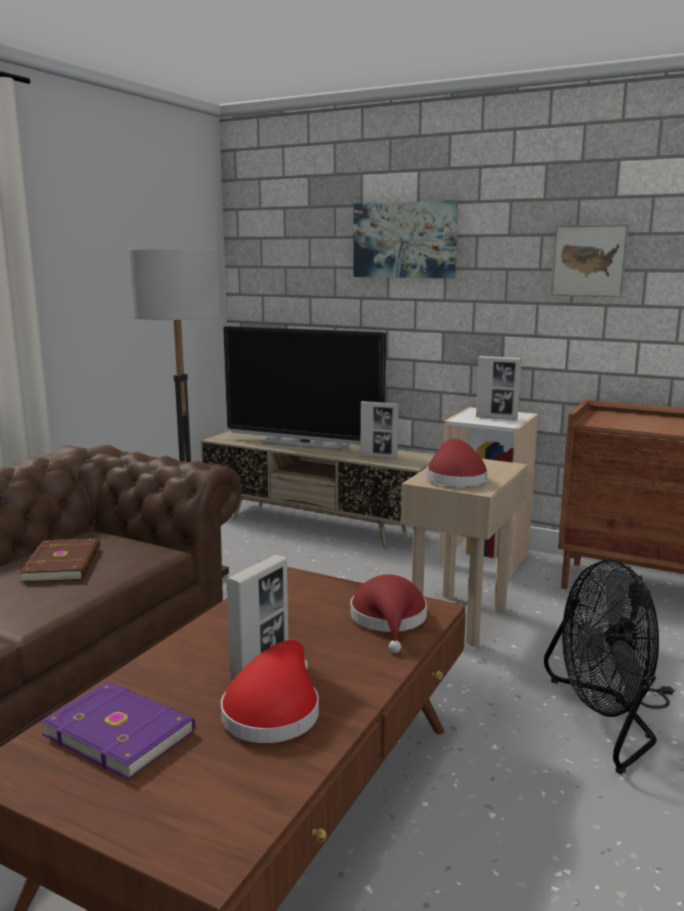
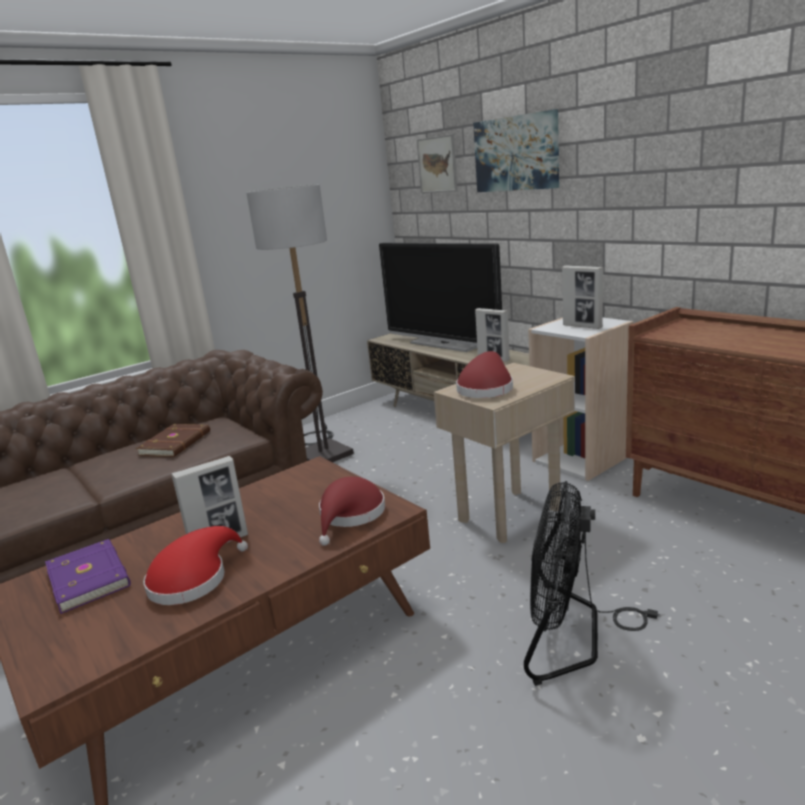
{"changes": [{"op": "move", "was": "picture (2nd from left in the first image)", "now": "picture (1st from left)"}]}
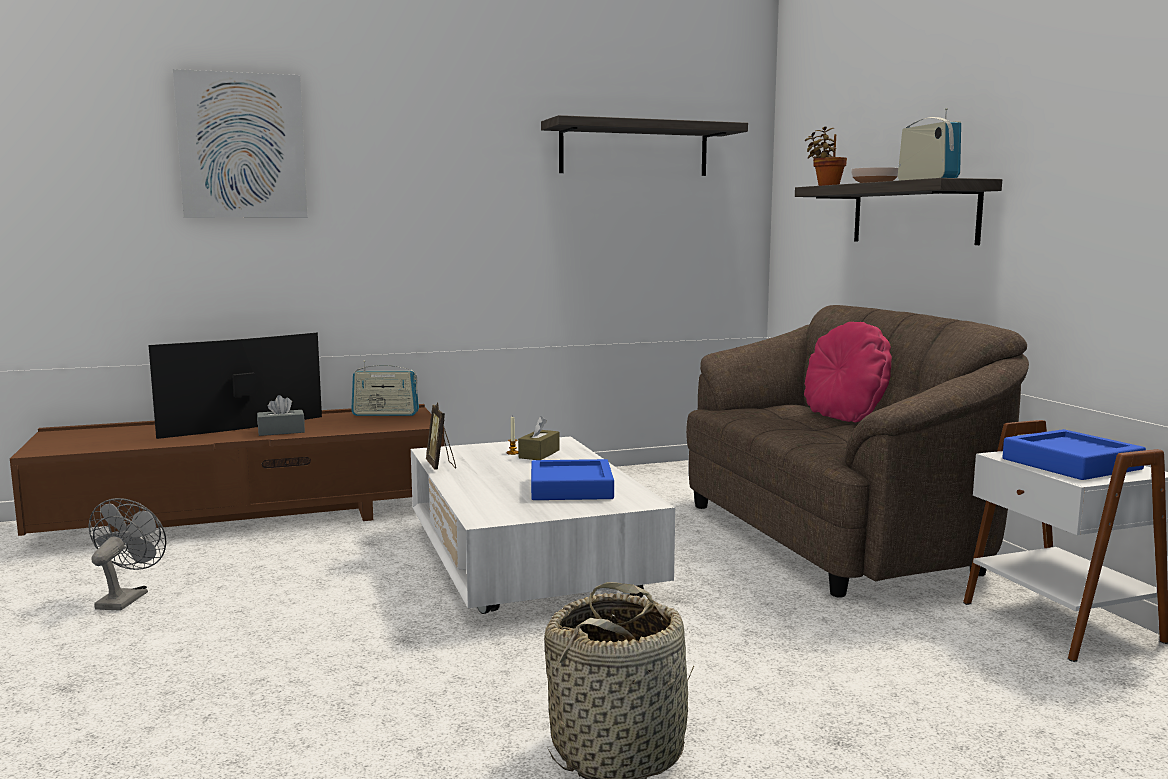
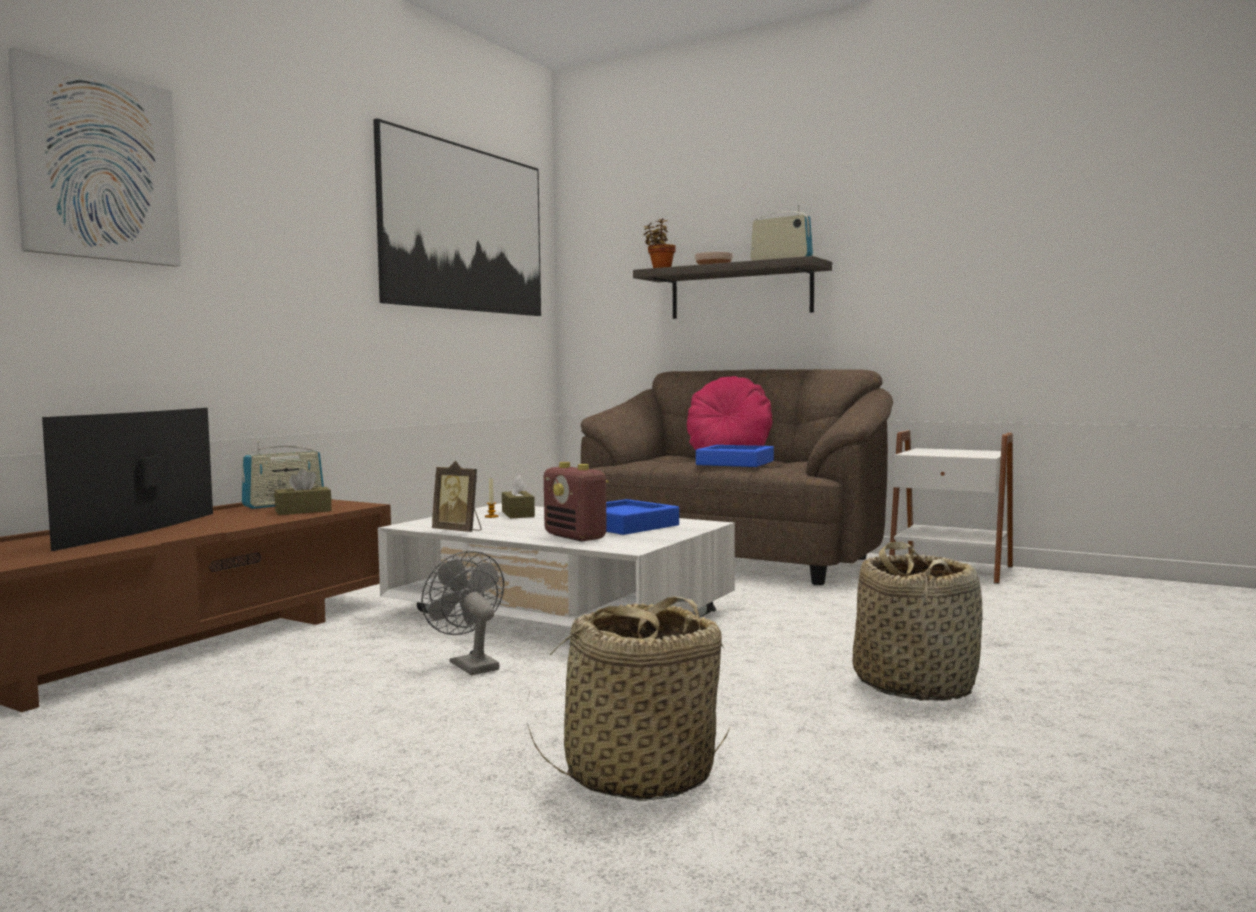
{"changes": [{"op": "move", "was": "grey fan"}, {"op": "delete", "was": "grey tissue box"}, {"op": "replace", "was": "shelf (1st from left)", "now": "picture (2nd from left)"}, {"op": "move", "was": "blue tray (2nd from left)"}, {"op": "insert", "now": "brown tissue box (1st from left)"}, {"op": "insert", "now": "basket (1st from left)"}, {"op": "insert", "now": "radio (2nd from left)"}]}
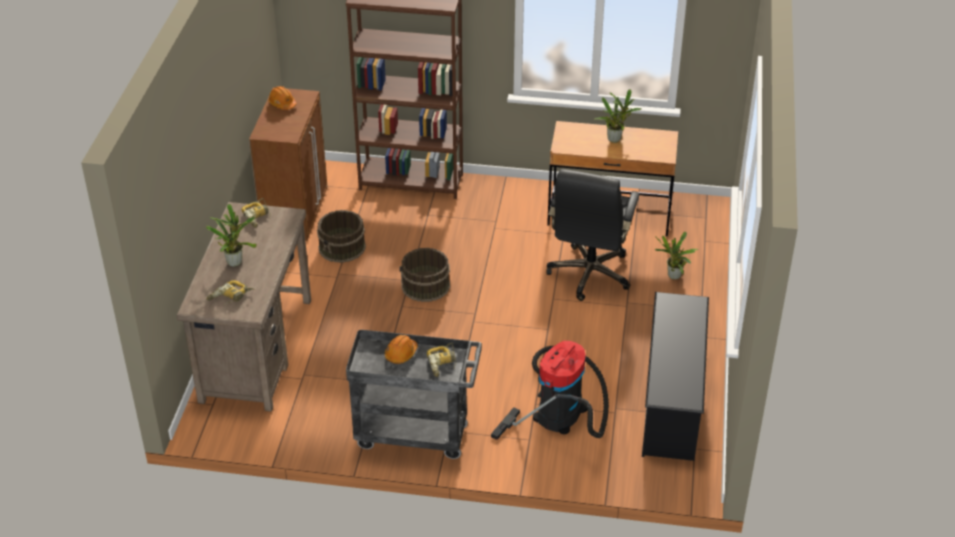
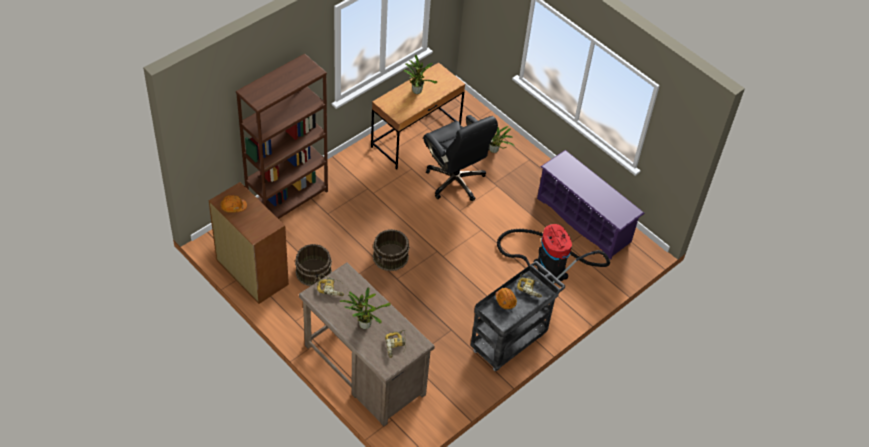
{"changes": [{"op": "recolor", "was": "black shoe rack", "now": "purple shoe rack"}]}
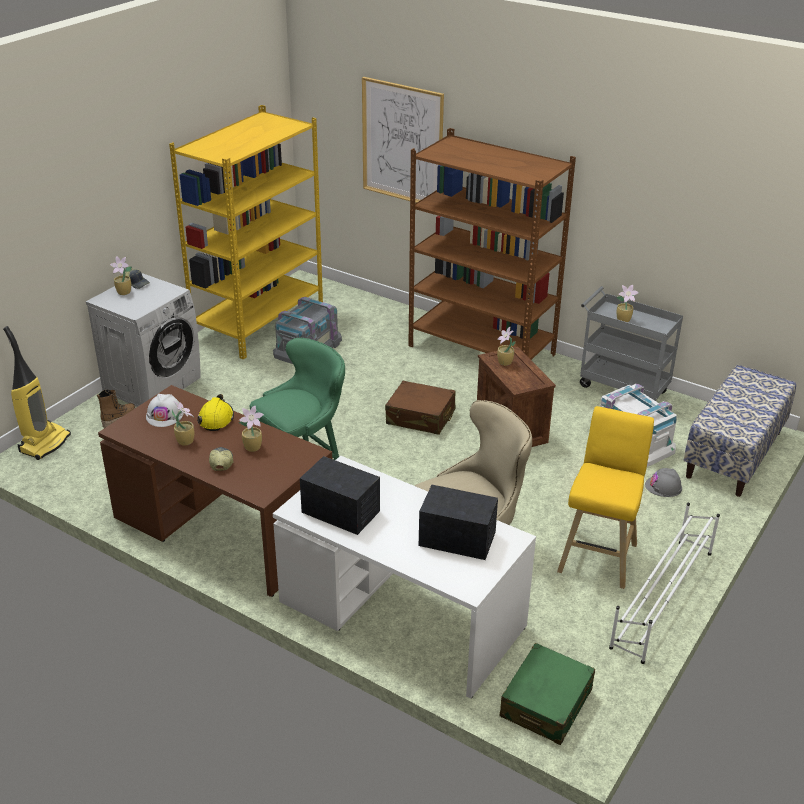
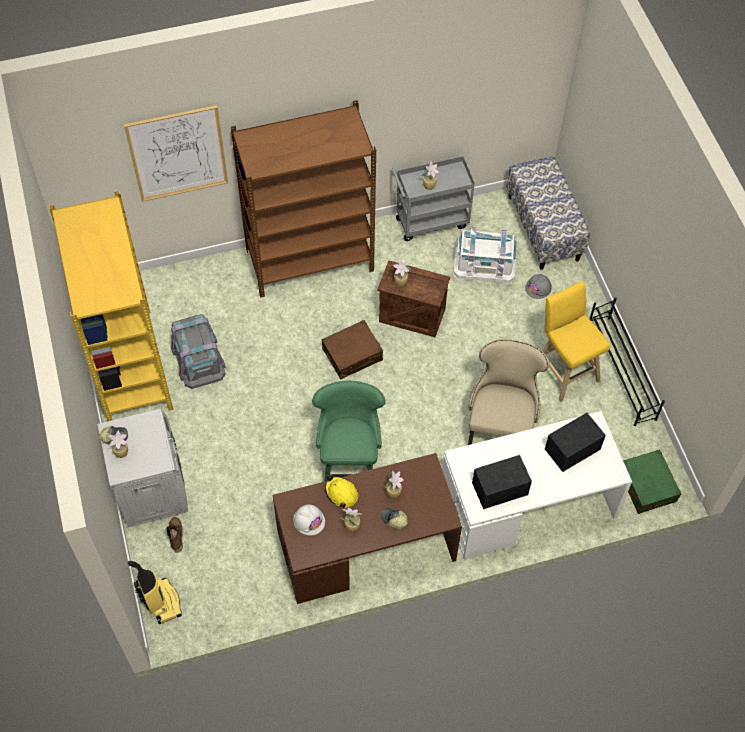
{"changes": [{"op": "recolor", "was": "white shoe rack", "now": "black shoe rack"}]}
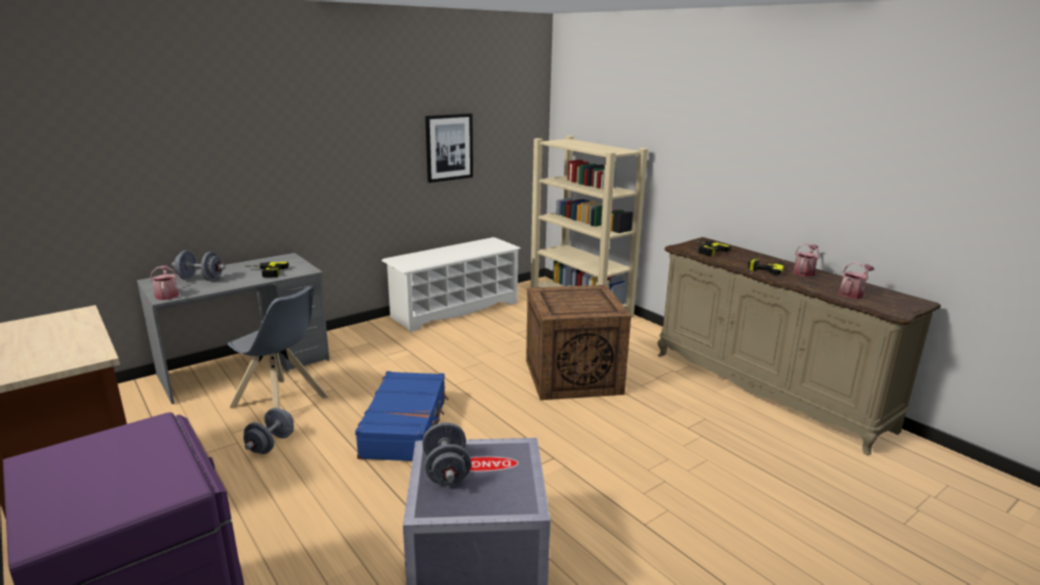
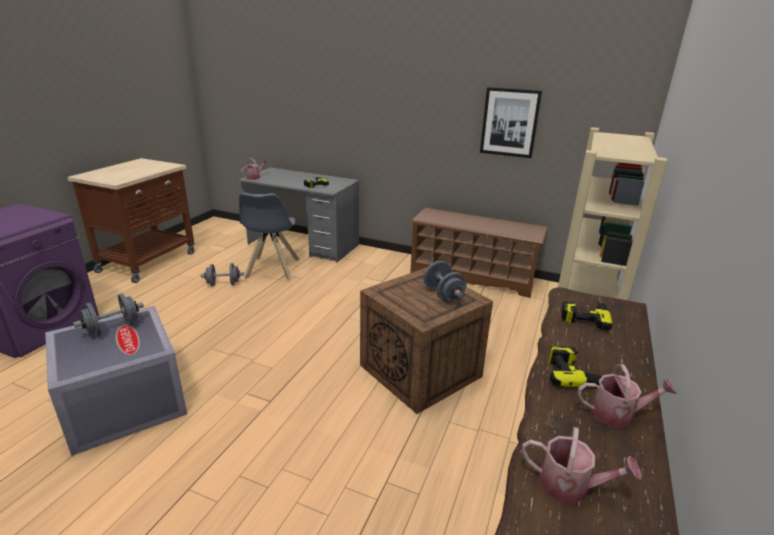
{"changes": [{"op": "move", "was": "grey dumbbell (1st from left in the first image)", "now": "grey dumbbell (3rd from left)"}, {"op": "delete", "was": "blue suitcase"}, {"op": "recolor", "was": "white shoe rack", "now": "brown shoe rack"}]}
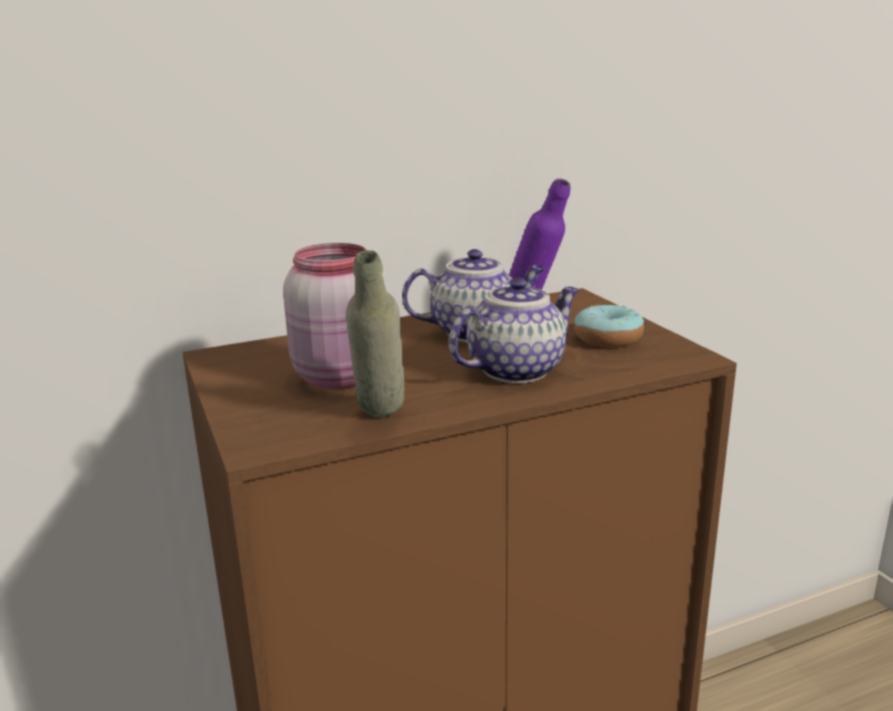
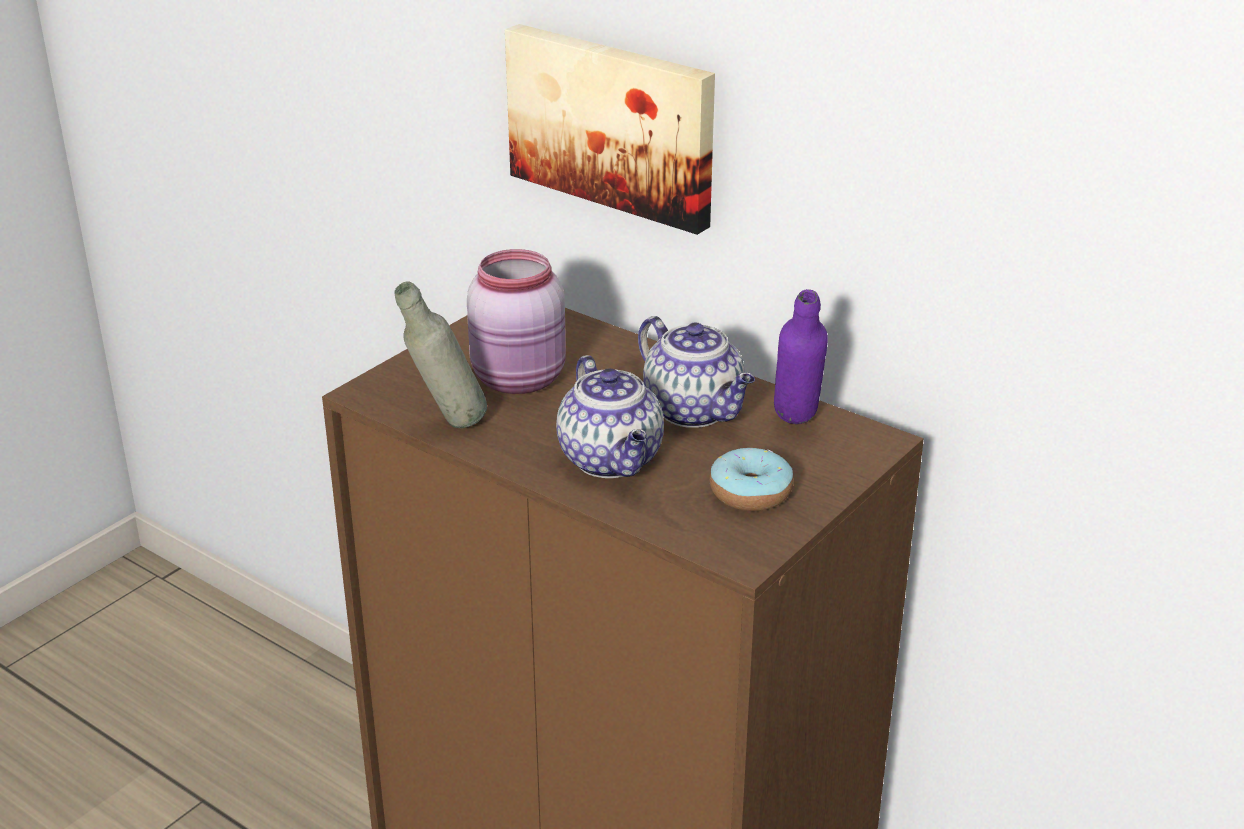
{"changes": [{"op": "rotate", "was": "teapot (2nd from left in the first image)", "clockwise": 45}, {"op": "insert", "now": "picture"}]}
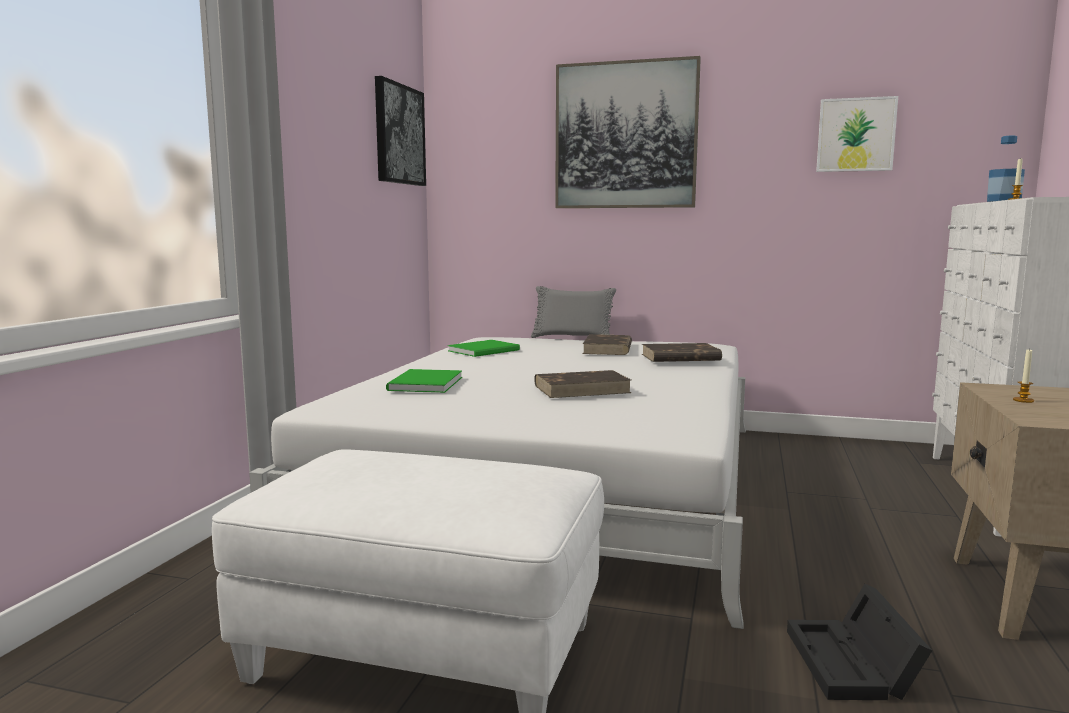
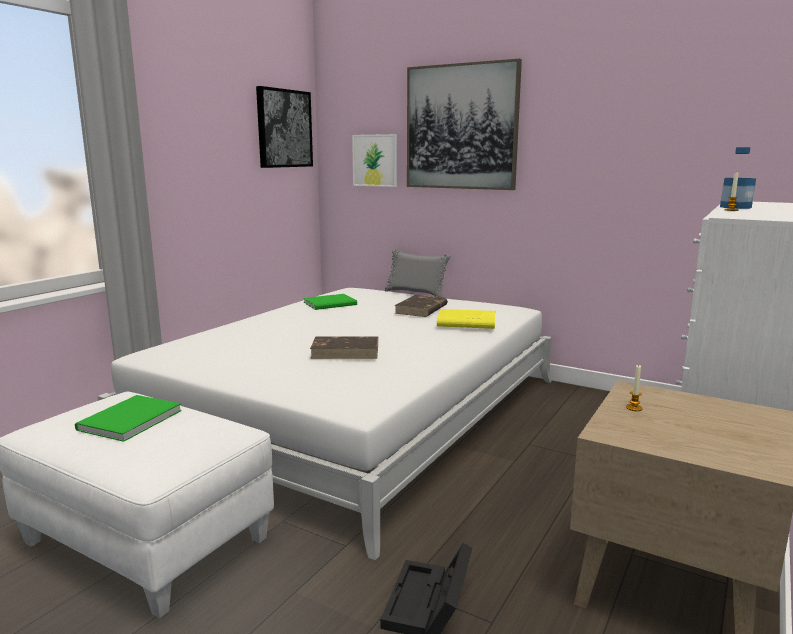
{"changes": [{"op": "move", "was": "green book (1st from left)"}, {"op": "recolor", "was": "brown book (3rd from left)", "now": "yellow book"}, {"op": "move", "was": "picture (3rd from left in the first image)", "now": "picture (2nd from left)"}]}
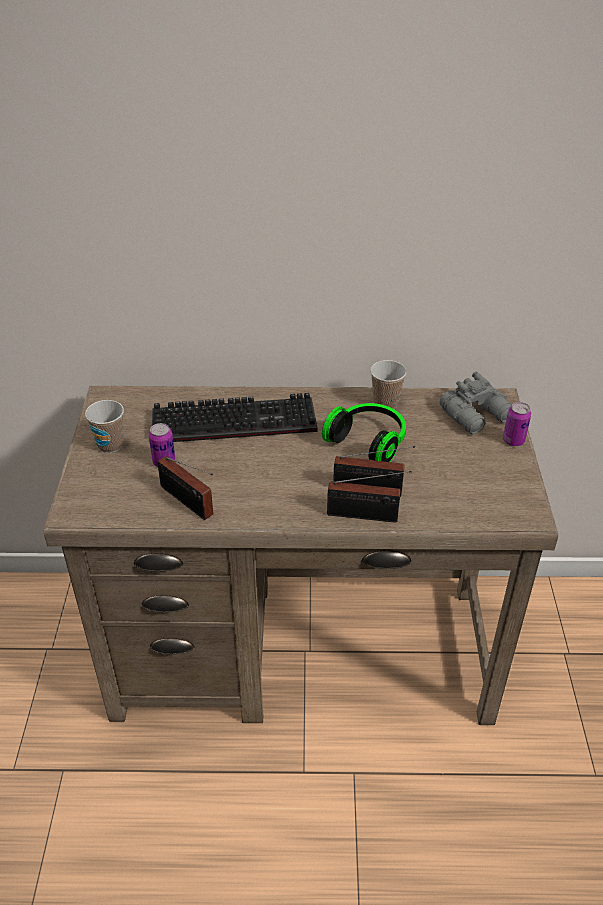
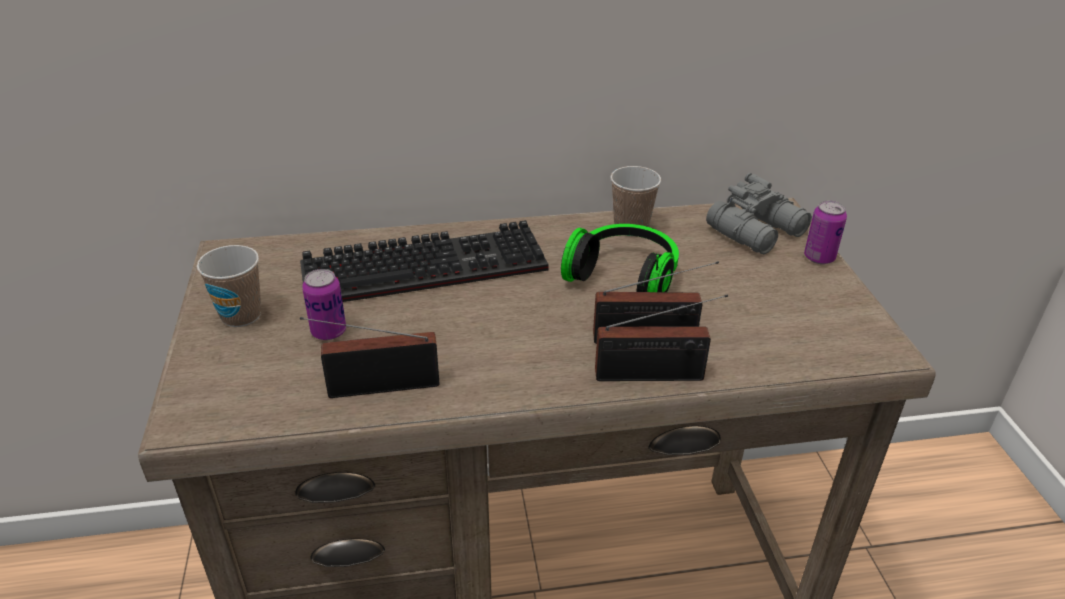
{"changes": [{"op": "rotate", "was": "radio (1st from left)", "clockwise": 135}]}
